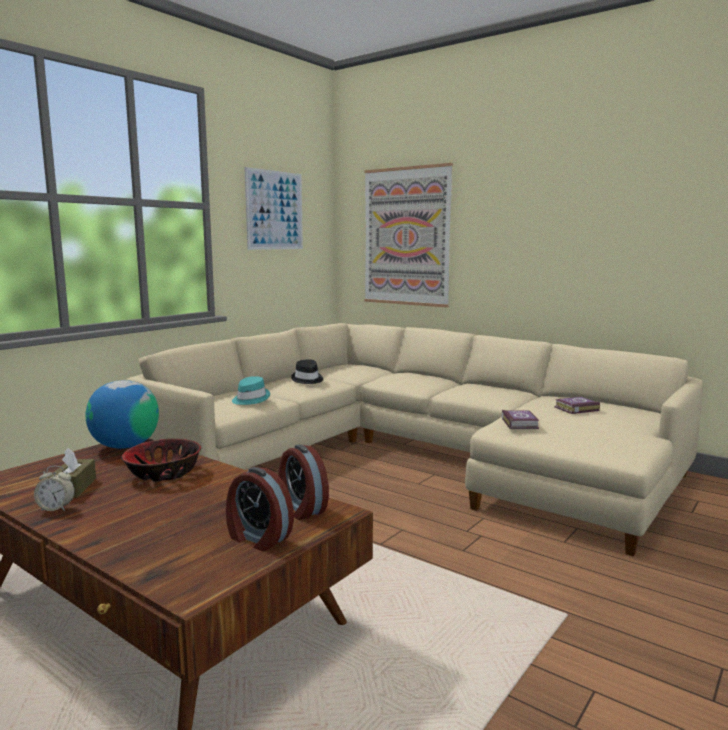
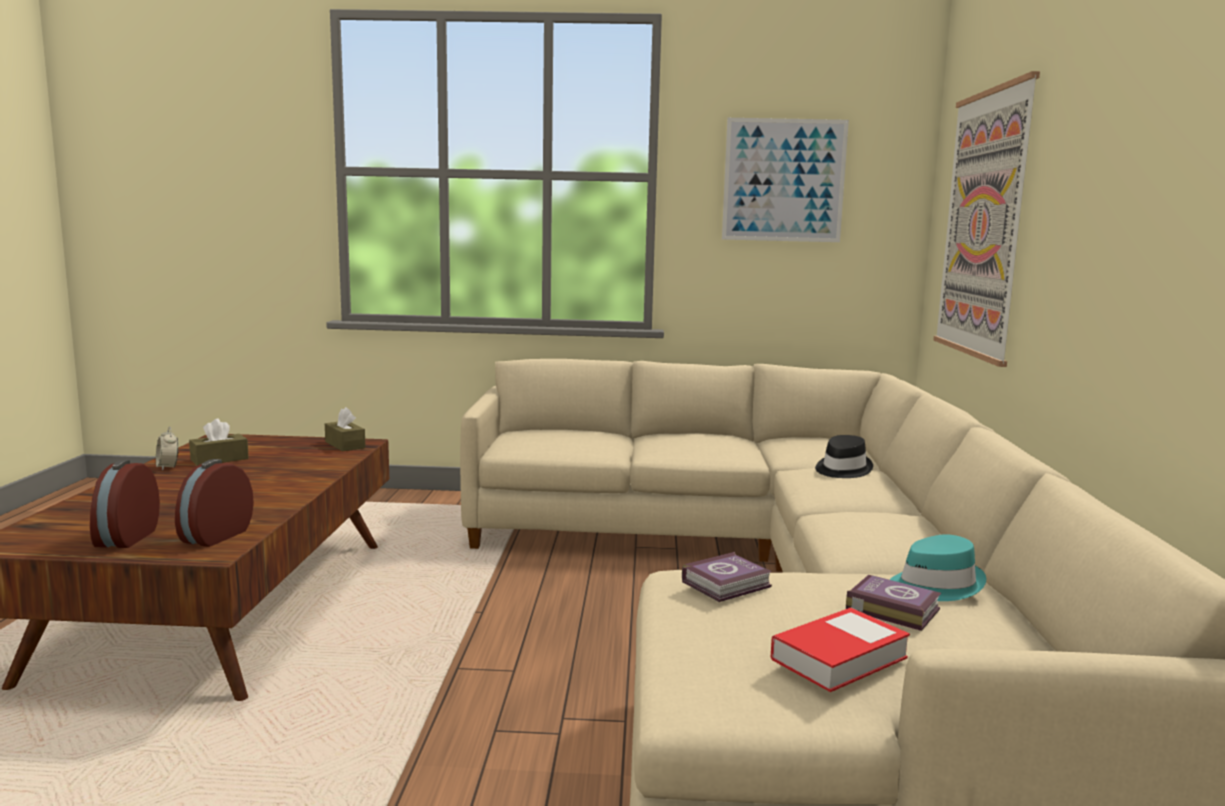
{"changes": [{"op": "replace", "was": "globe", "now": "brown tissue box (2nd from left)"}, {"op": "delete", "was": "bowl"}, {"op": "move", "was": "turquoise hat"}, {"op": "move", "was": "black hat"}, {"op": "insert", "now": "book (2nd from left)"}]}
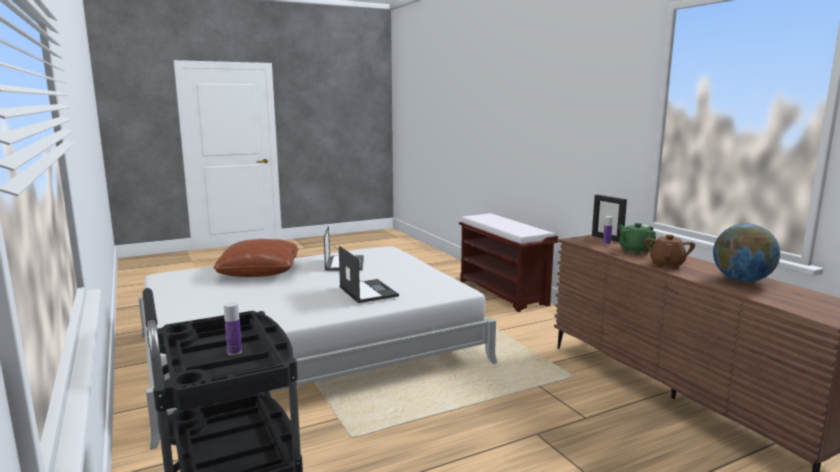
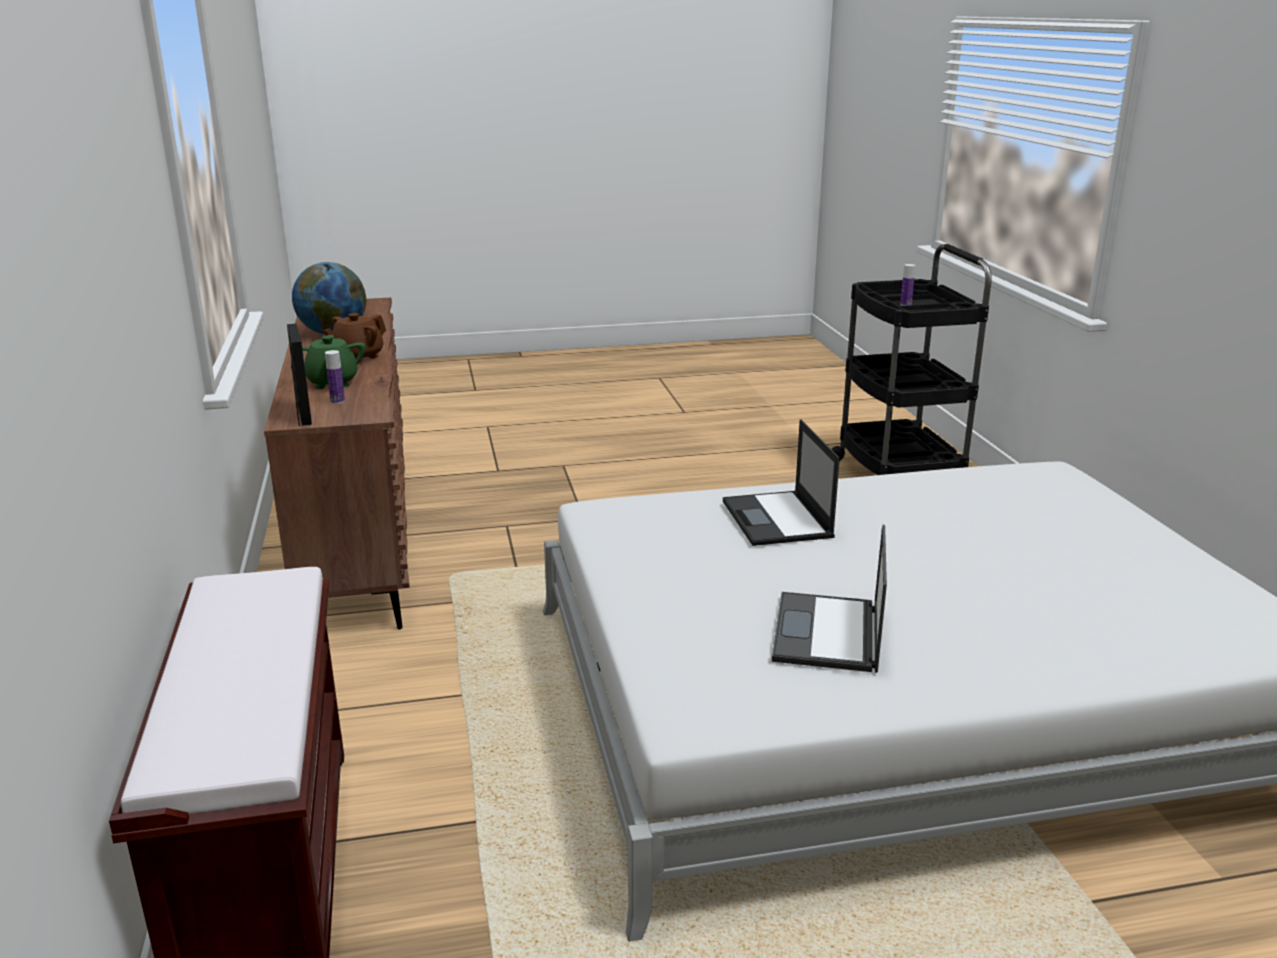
{"changes": [{"op": "delete", "was": "brown pillow"}]}
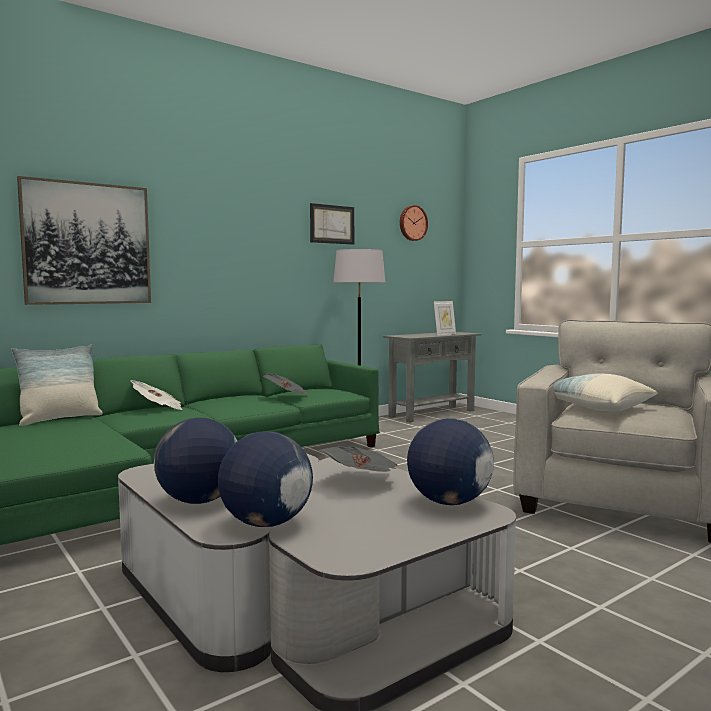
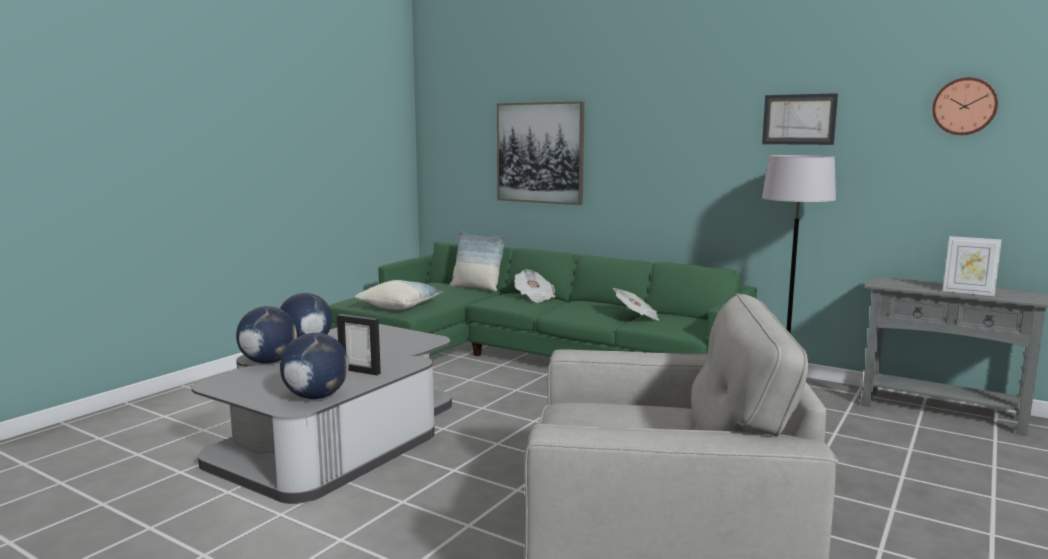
{"changes": [{"op": "replace", "was": "newspaper (3rd from left)", "now": "picture frame (1st from left)"}, {"op": "move", "was": "pillow (2nd from left in the first image)", "now": "pillow (1st from left)"}]}
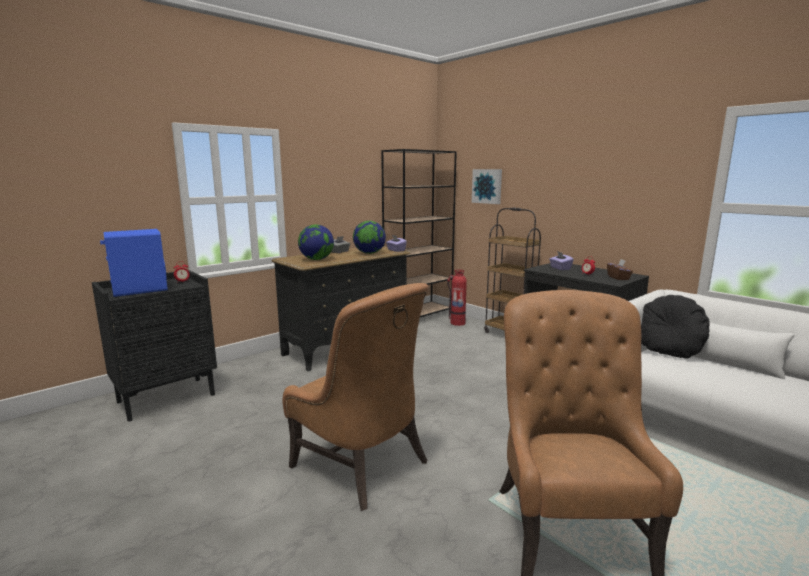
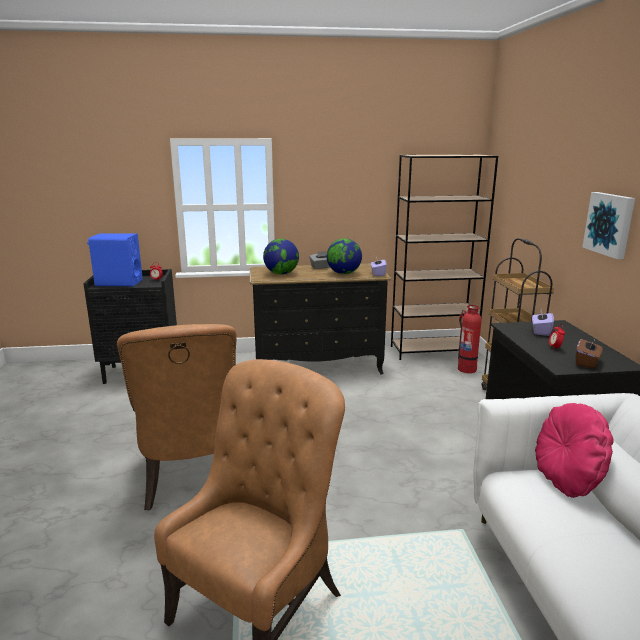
{"changes": [{"op": "move", "was": "picture"}, {"op": "recolor", "was": "black pillow", "now": "pink pillow"}]}
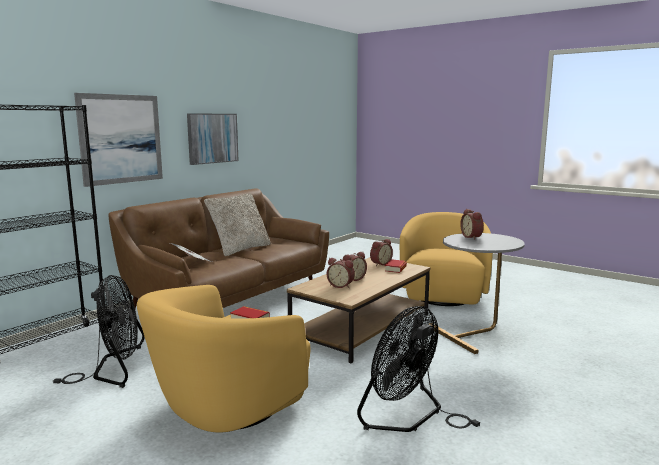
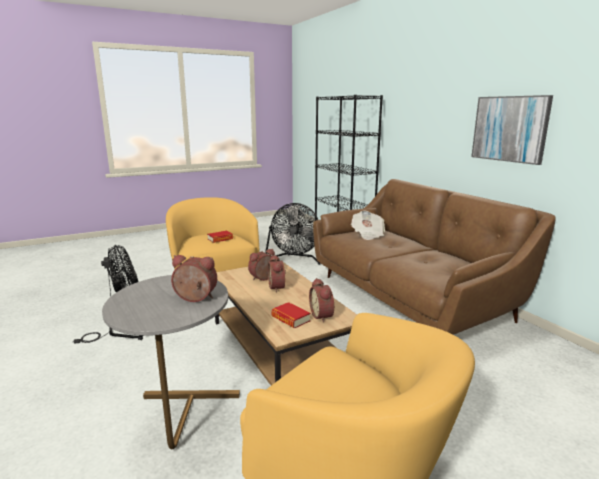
{"changes": [{"op": "delete", "was": "picture (1st from left)"}, {"op": "delete", "was": "beige pillow"}]}
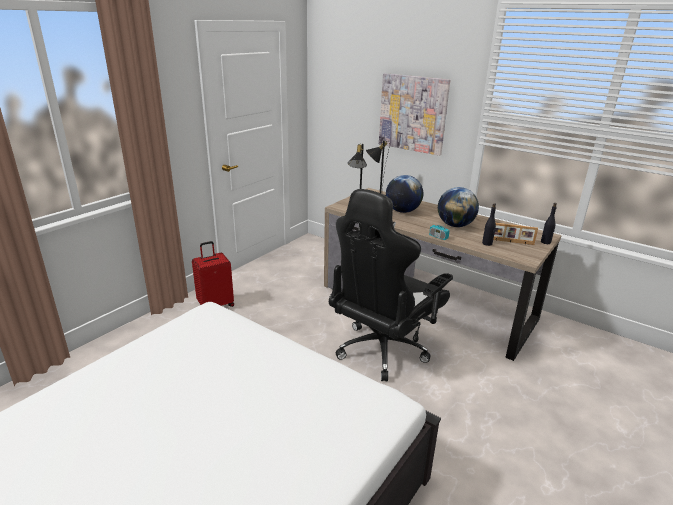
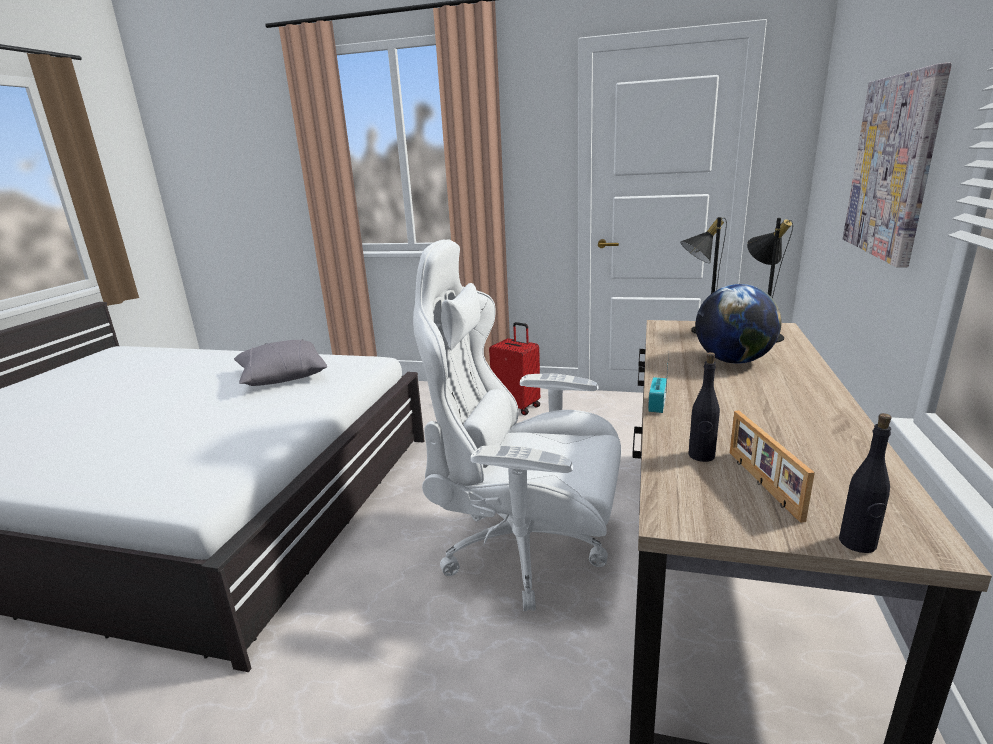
{"changes": [{"op": "recolor", "was": "black office chair", "now": "white office chair"}, {"op": "delete", "was": "globe (2nd from left)"}, {"op": "insert", "now": "grey pillow"}]}
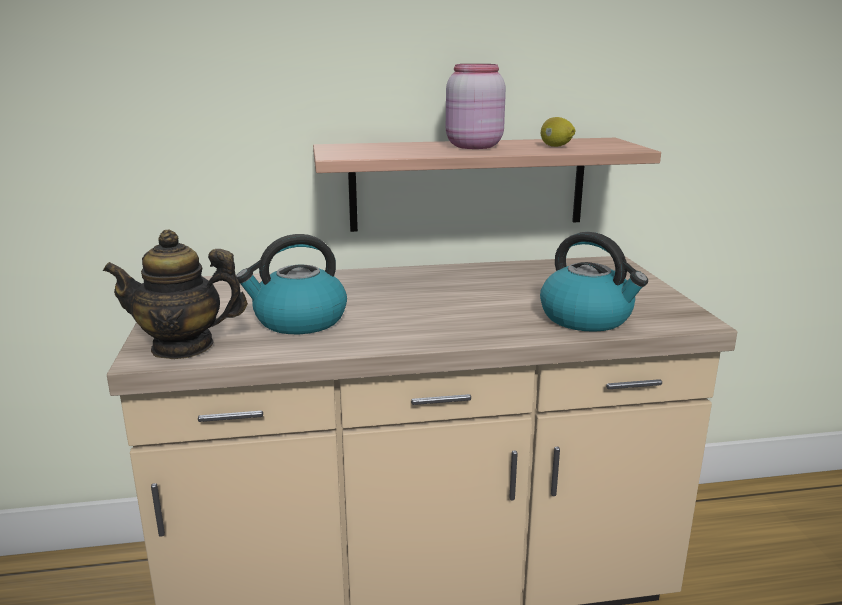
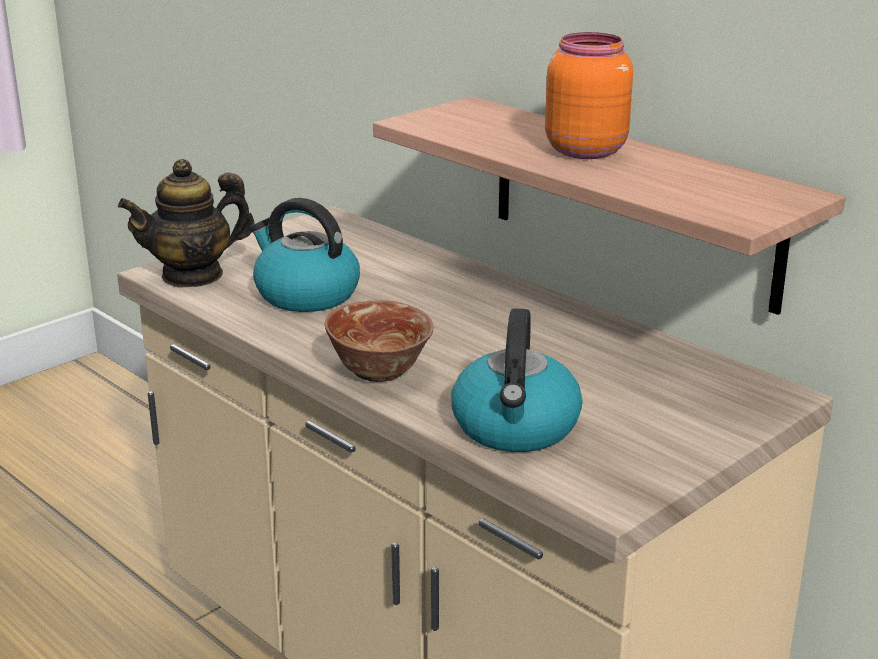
{"changes": [{"op": "rotate", "was": "teapot", "clockwise": -75}, {"op": "recolor", "was": "pink jar", "now": "orange jar"}, {"op": "delete", "was": "lemon"}, {"op": "insert", "now": "bowl"}]}
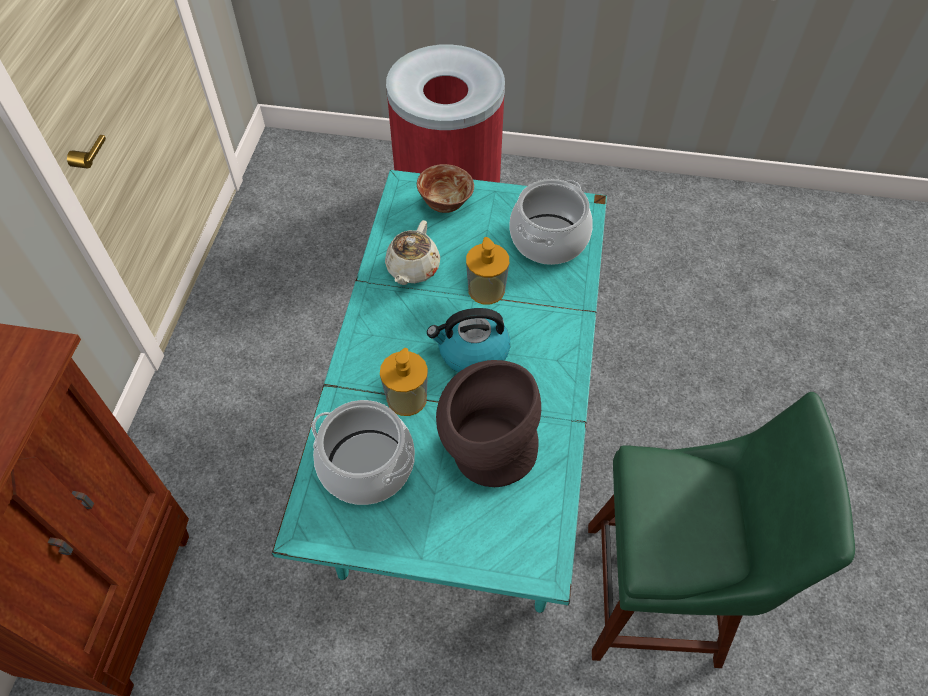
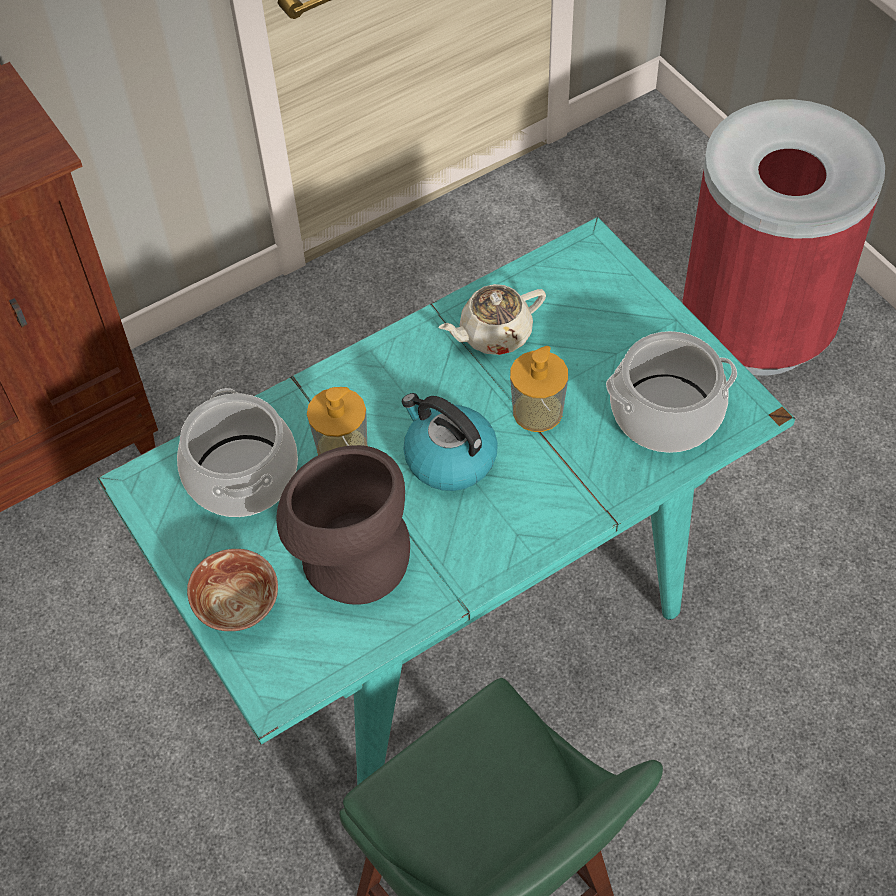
{"changes": [{"op": "move", "was": "bowl"}]}
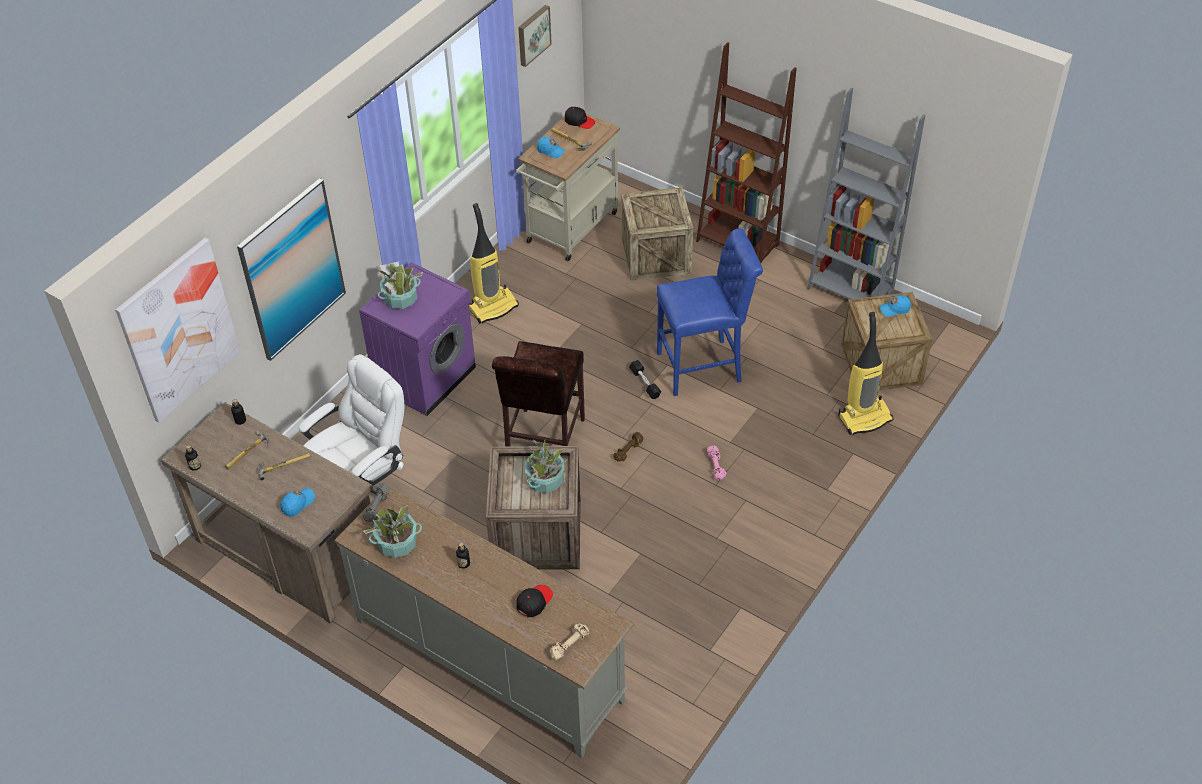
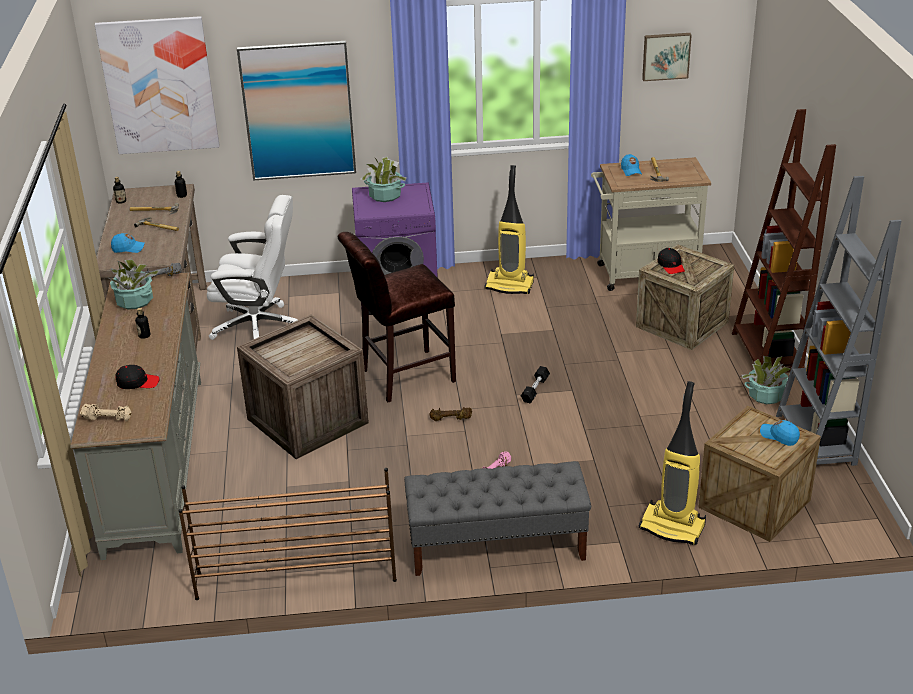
{"changes": [{"op": "move", "was": "potted plant (3rd from left)"}, {"op": "move", "was": "black cap (2nd from left)"}, {"op": "delete", "was": "blue stool"}, {"op": "insert", "now": "brown shoe rack"}, {"op": "insert", "now": "grey bench"}]}
